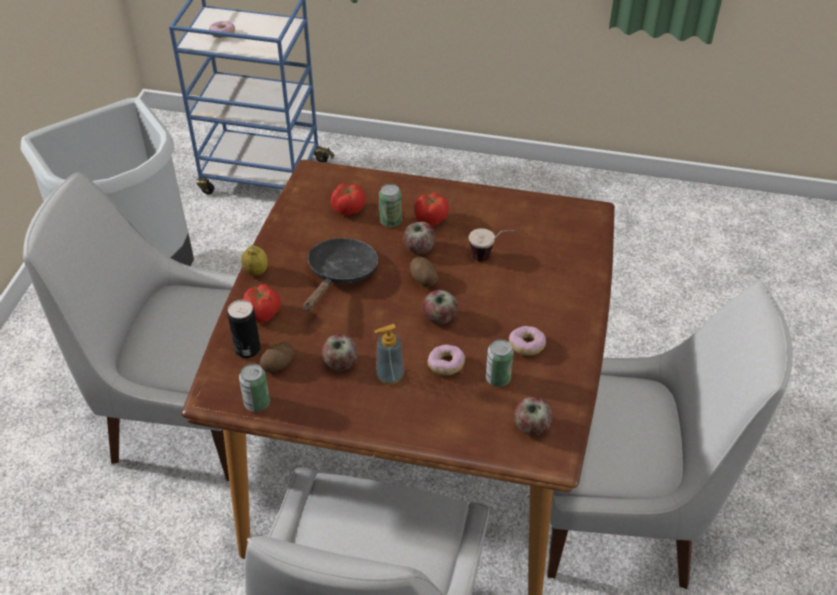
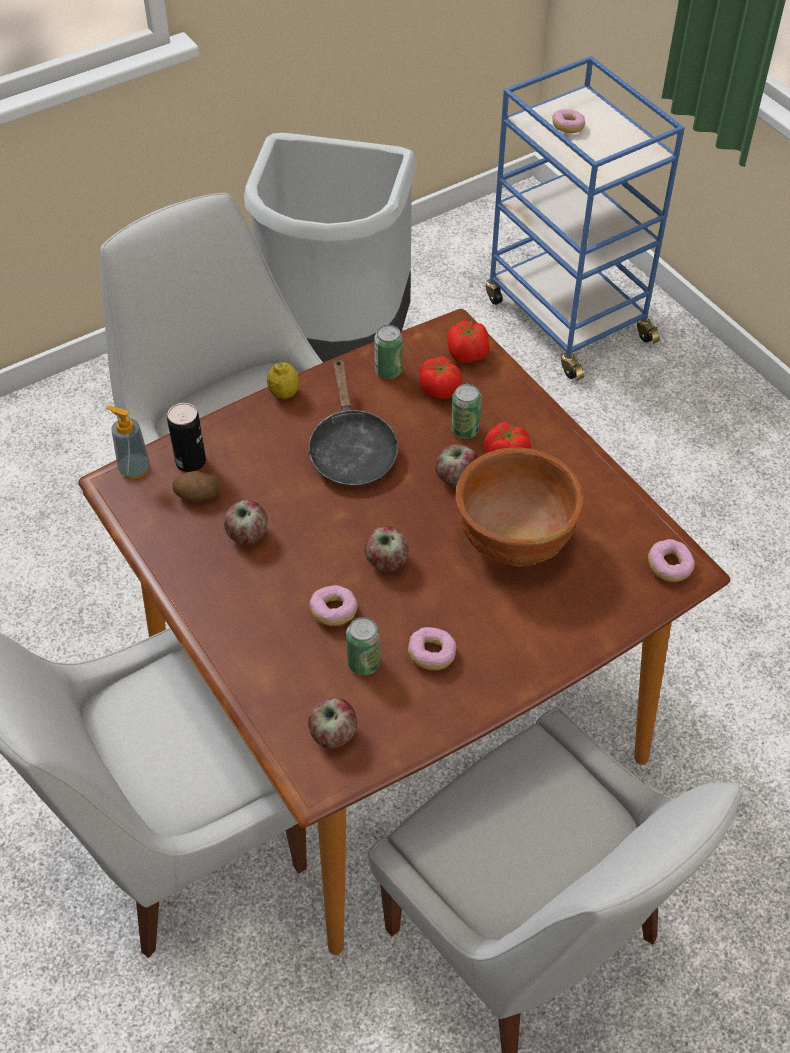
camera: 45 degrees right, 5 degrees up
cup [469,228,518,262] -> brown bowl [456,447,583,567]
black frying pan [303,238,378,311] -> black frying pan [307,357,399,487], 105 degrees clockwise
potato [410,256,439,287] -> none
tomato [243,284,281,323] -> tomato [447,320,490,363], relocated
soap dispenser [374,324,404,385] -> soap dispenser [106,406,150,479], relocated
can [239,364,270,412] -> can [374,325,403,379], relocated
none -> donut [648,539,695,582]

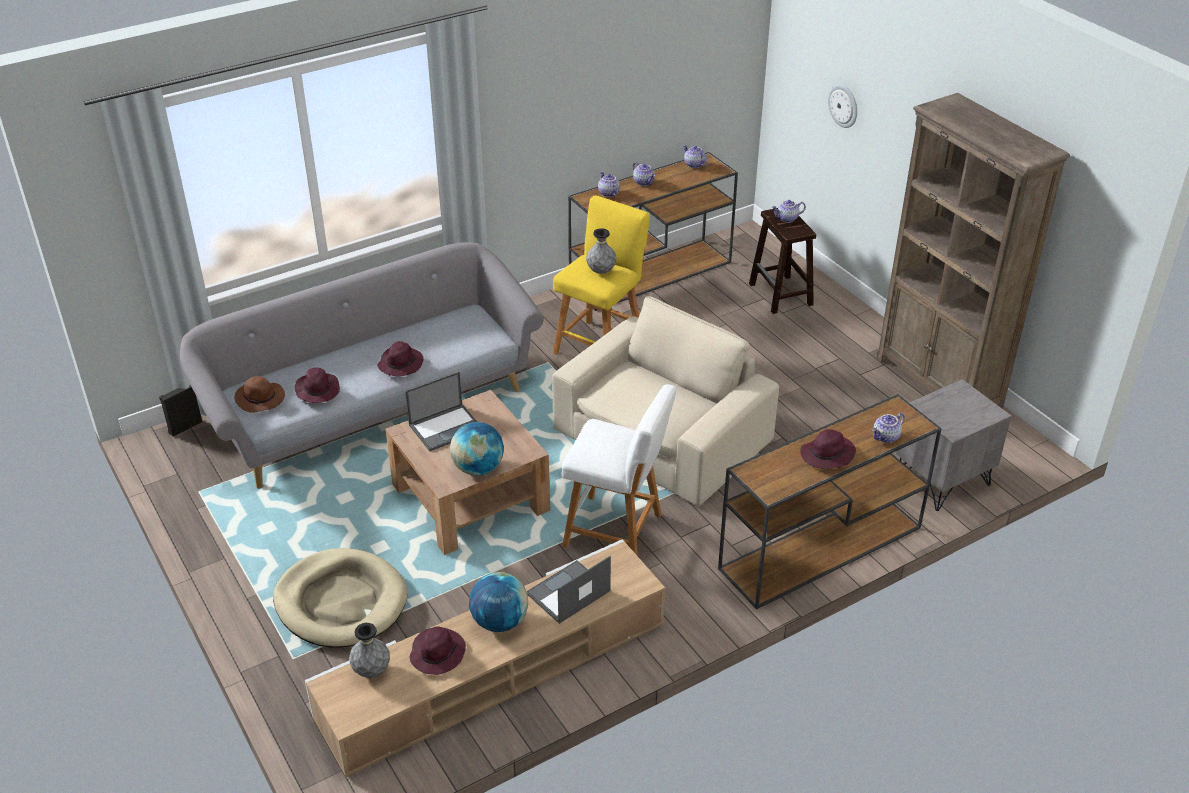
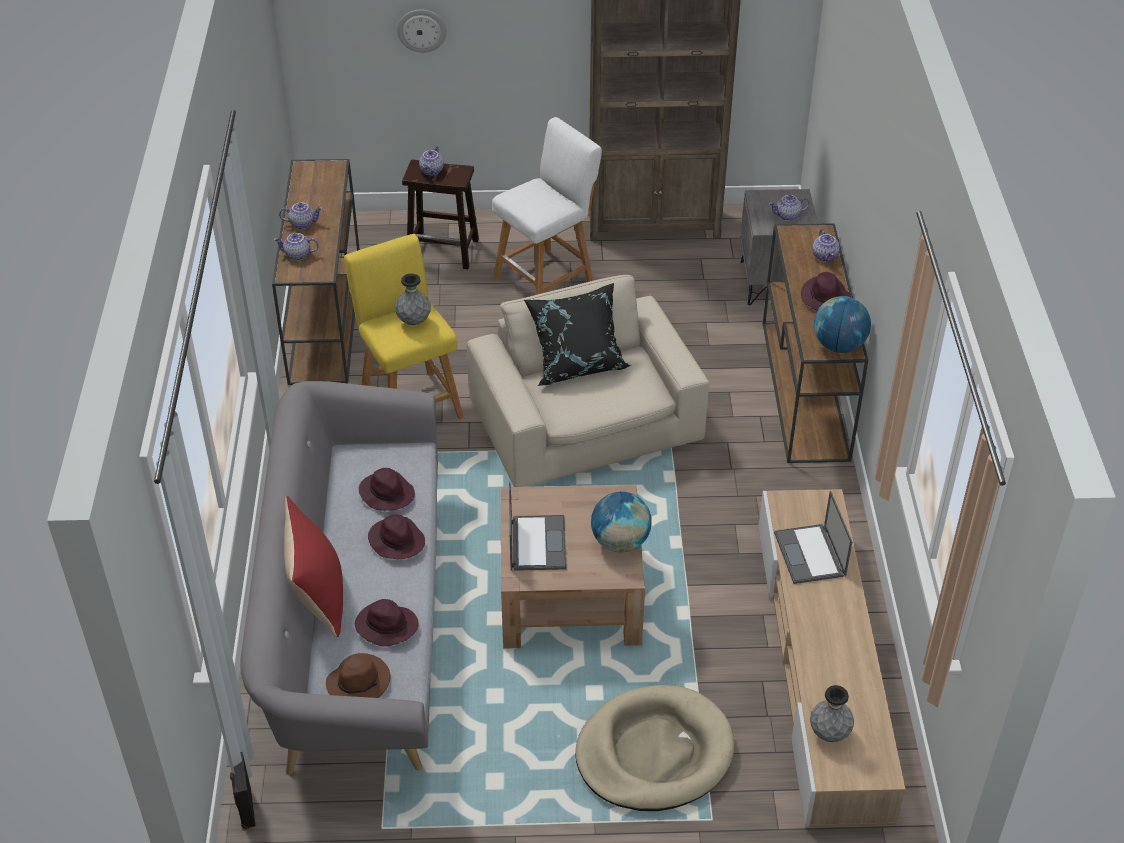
camera: 60 degrees left, 5 degrees up
teapot [683,145,708,168] -> teapot [769,195,809,221], relocated
white stool [561,384,676,556] -> white stool [492,117,602,295], relocated
globe [469,572,528,632] -> globe [814,296,871,353], relocated
purple hat [410,627,466,675] -> purple hat [359,468,415,510], relocated
none -> black pillow [524,283,631,386]
none -> red pillow [284,496,343,637]

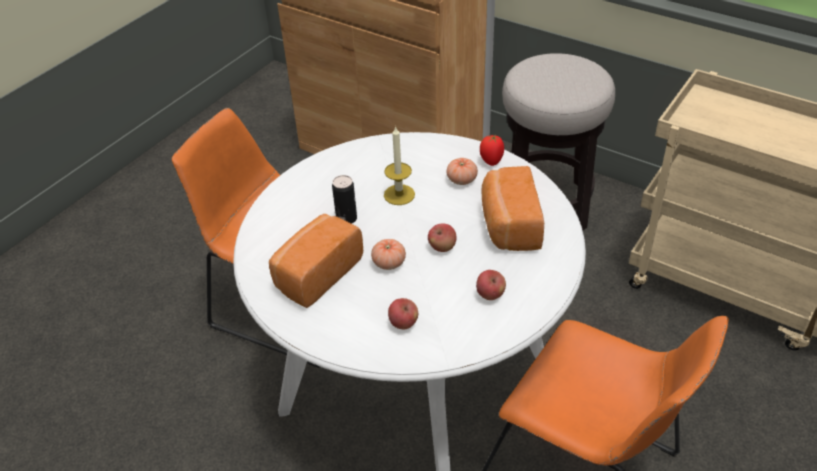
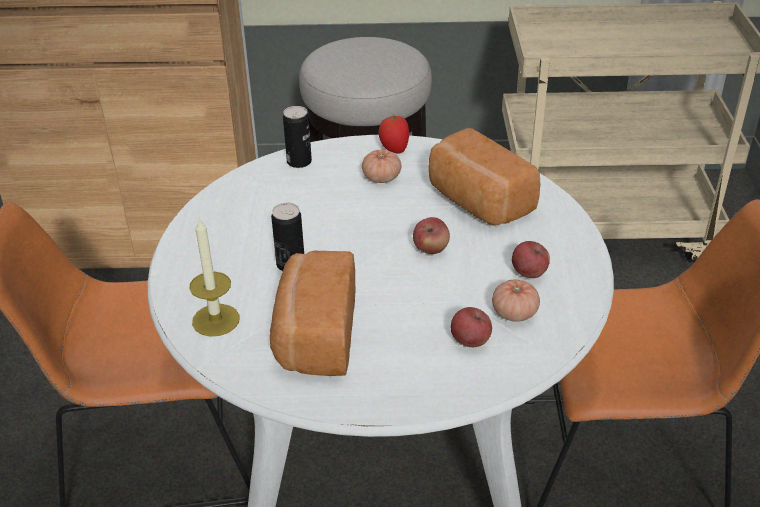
camera: 35 degrees left, 5 degrees down
candle [384,126,415,205] -> candle [189,217,240,337], relocated
tomato [371,239,406,270] -> tomato [492,280,540,322], relocated
none -> can [283,106,312,168]

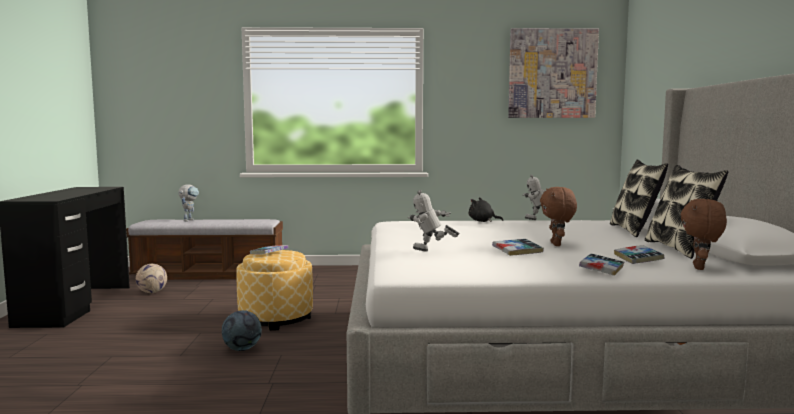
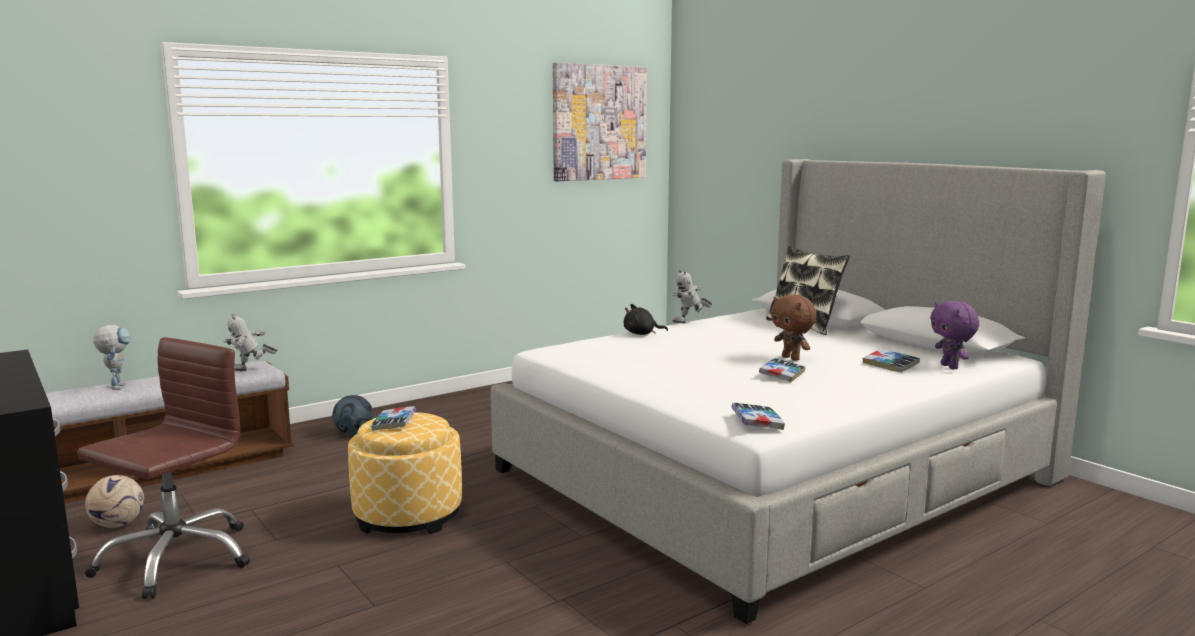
camera: 35 degrees left, 5 degrees up
pillow [645,165,728,259] -> none
toy robot [408,190,460,252] -> toy robot [223,313,277,371], relocated
brown plush toy [680,199,727,270] -> purple plush toy [930,301,979,369]
book [579,254,624,276] -> book [731,403,785,430], relocated
football [222,310,262,351] -> football [332,395,373,435], relocated
none -> brown office chair [77,337,250,599]

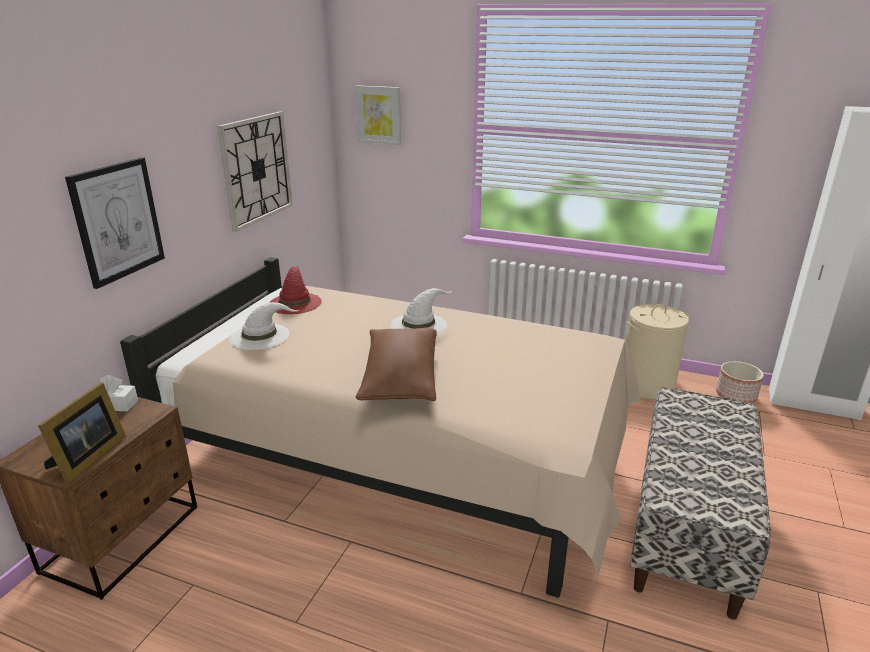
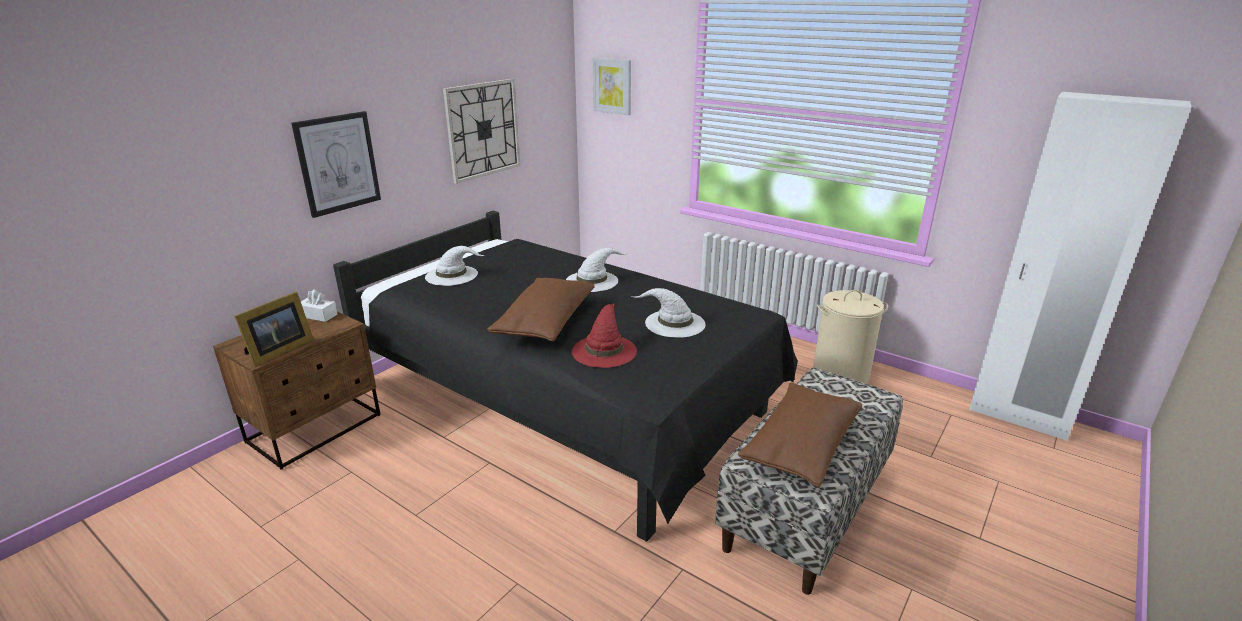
camera: 15 degrees right, 0 degrees up
beige bed [120,257,640,598] -> black bed [333,211,798,542]
red hat [269,266,322,314] -> red hat [572,304,637,368], relocated
planter [716,361,764,403] -> none
none -> white hat [632,288,705,338]
none -> brown pillow [738,382,863,487]

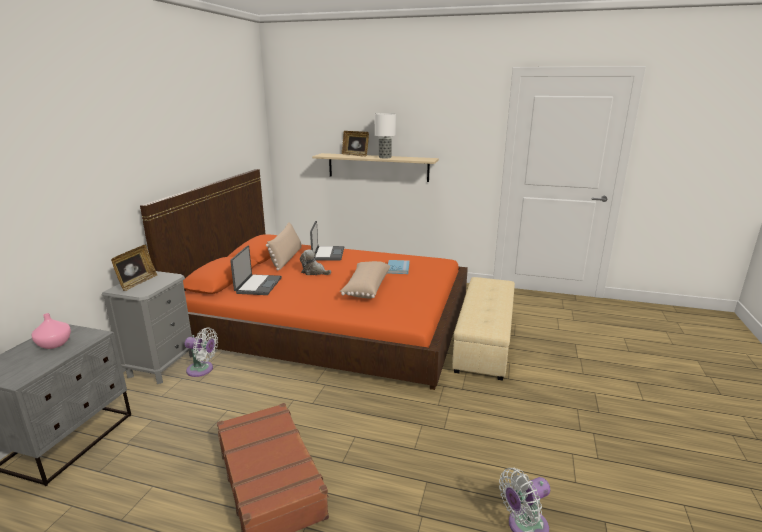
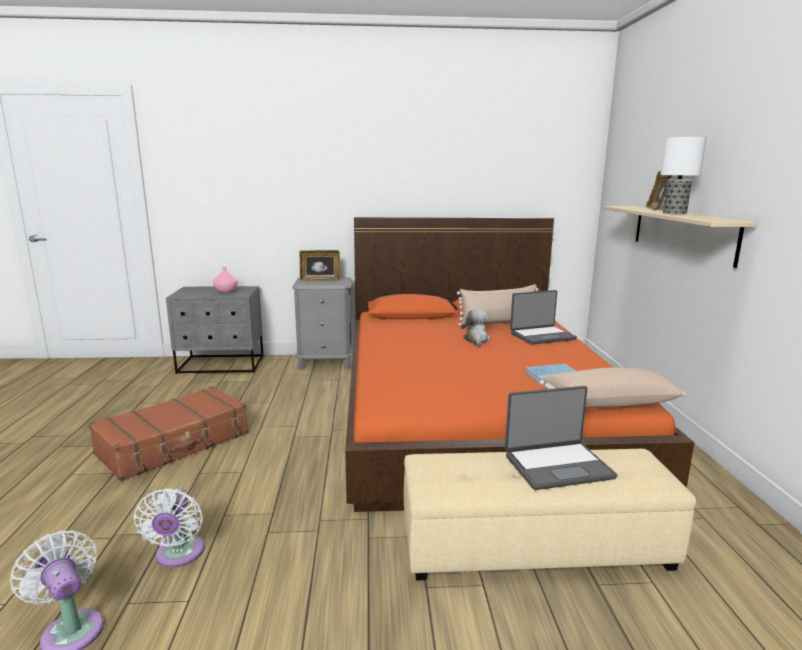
camera: 70 degrees right, 5 degrees down
laptop [230,245,282,295] -> laptop [505,386,617,490], relocated
beige pillow [340,261,390,298] -> beige pillow [540,368,686,408], relocated
white fan [185,328,218,377] -> white fan [134,488,205,568], relocated

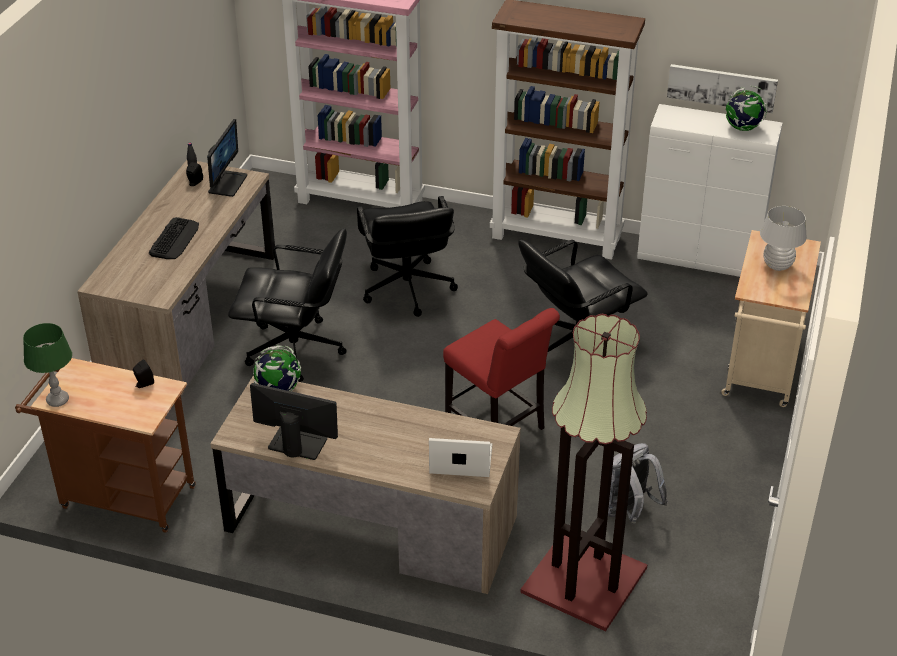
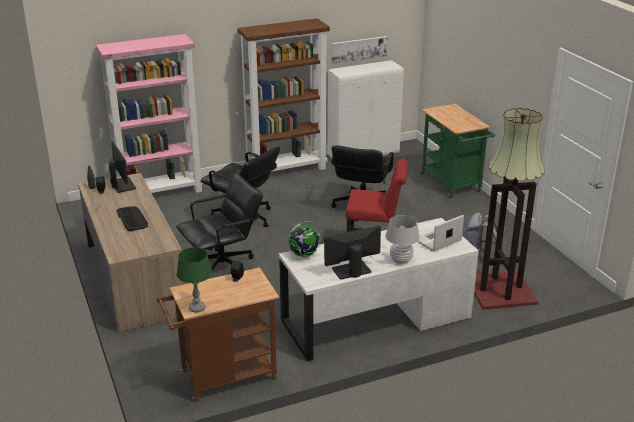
camera: 40 degrees left, 10 degrees down
globe [726,86,768,131] -> none
white table lamp [760,206,807,271] -> white table lamp [385,215,420,264], relocated
beige cart [721,230,821,407] -> green cart [420,104,495,198]
brown desk [210,375,521,594] -> white desk [279,218,479,361]

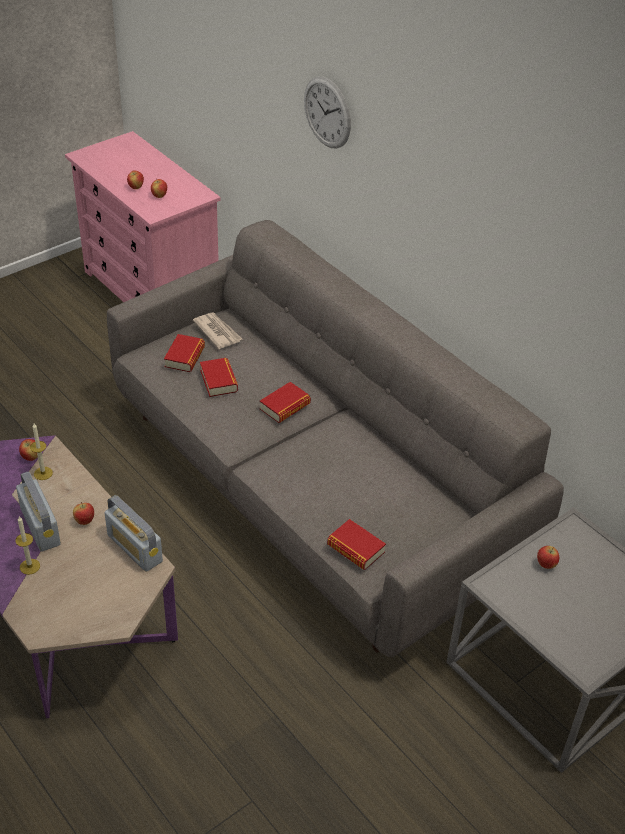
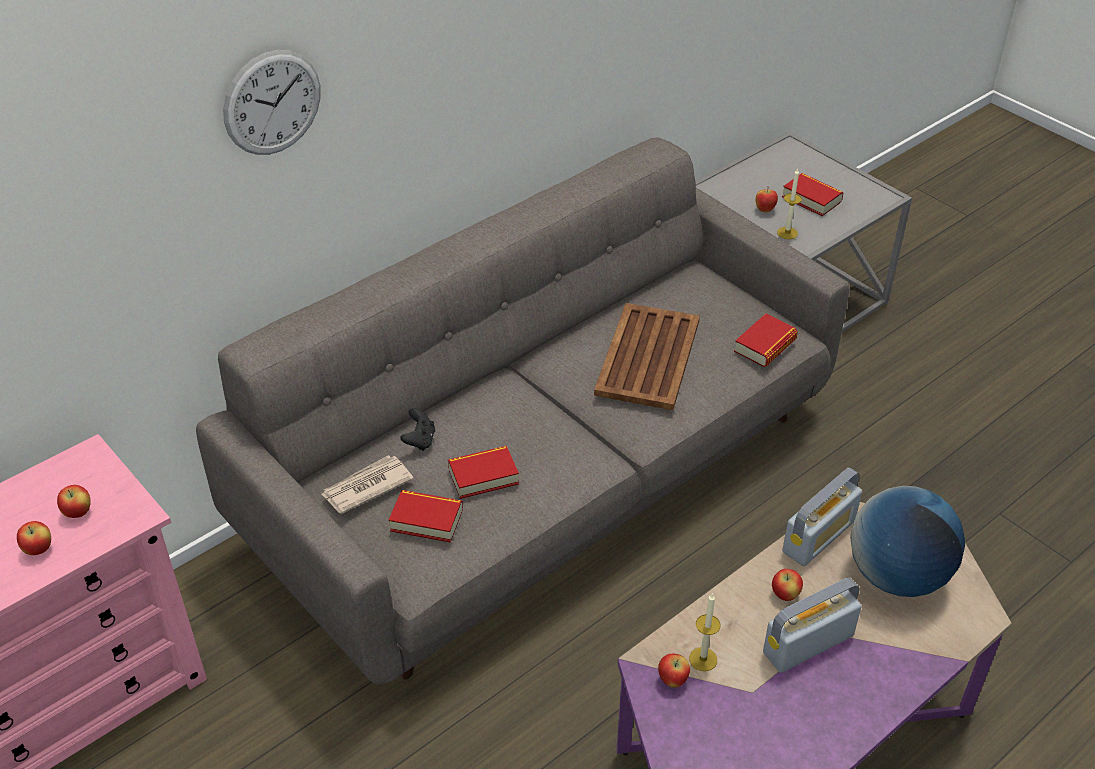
camera: 90 degrees left, 0 degrees up
book [260,382,311,423] -> book [782,173,843,216], relocated
candle [15,516,40,575] -> candle [777,168,802,239], relocated
none -> brown tray [594,303,700,410]
none -> black game controller [400,408,435,451]
none -> globe [850,486,965,597]

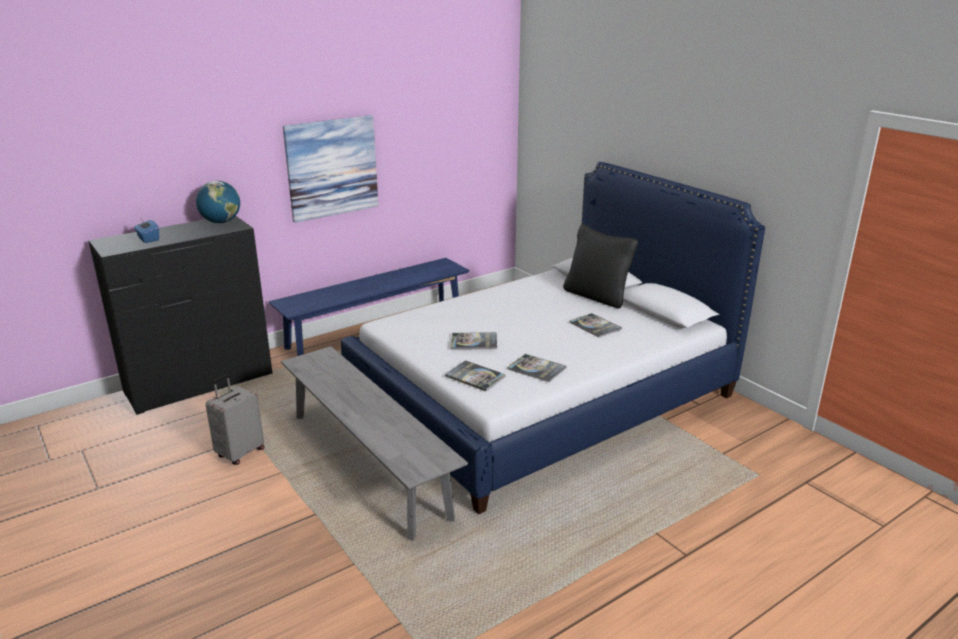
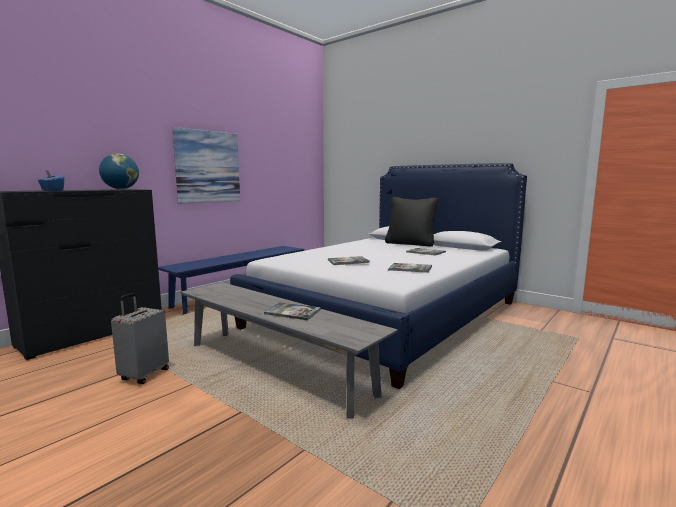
camera: 15 degrees left, 15 degrees down
book [445,360,506,391] -> book [264,302,321,320], relocated

